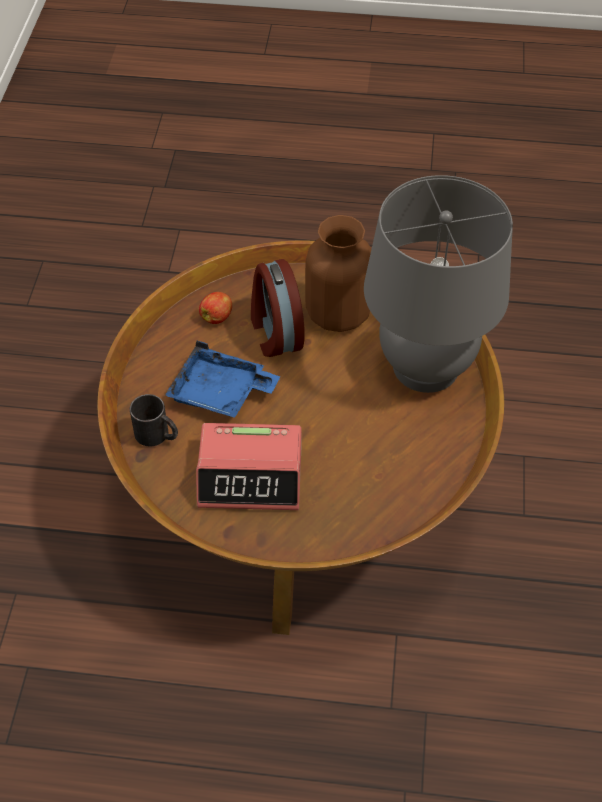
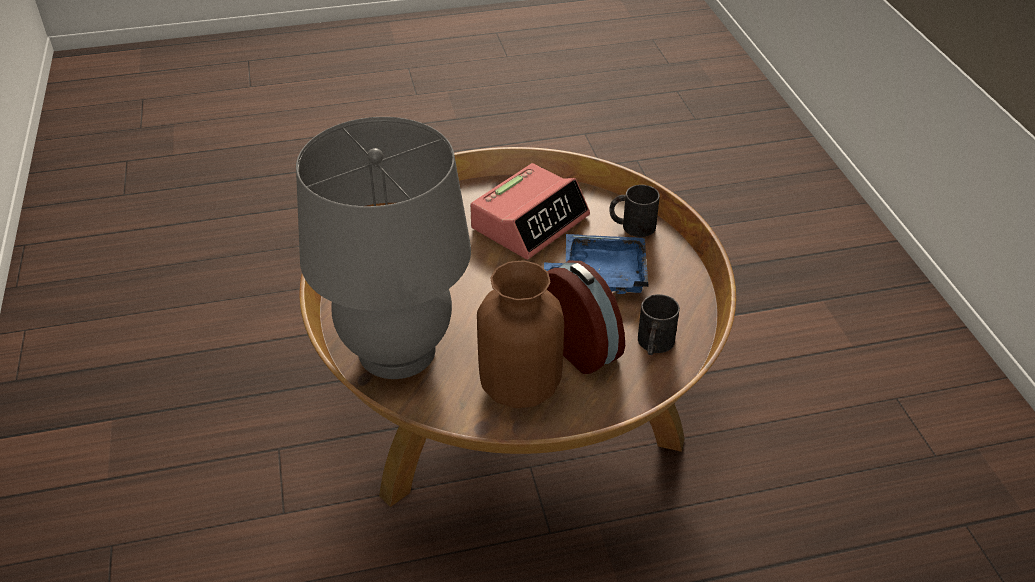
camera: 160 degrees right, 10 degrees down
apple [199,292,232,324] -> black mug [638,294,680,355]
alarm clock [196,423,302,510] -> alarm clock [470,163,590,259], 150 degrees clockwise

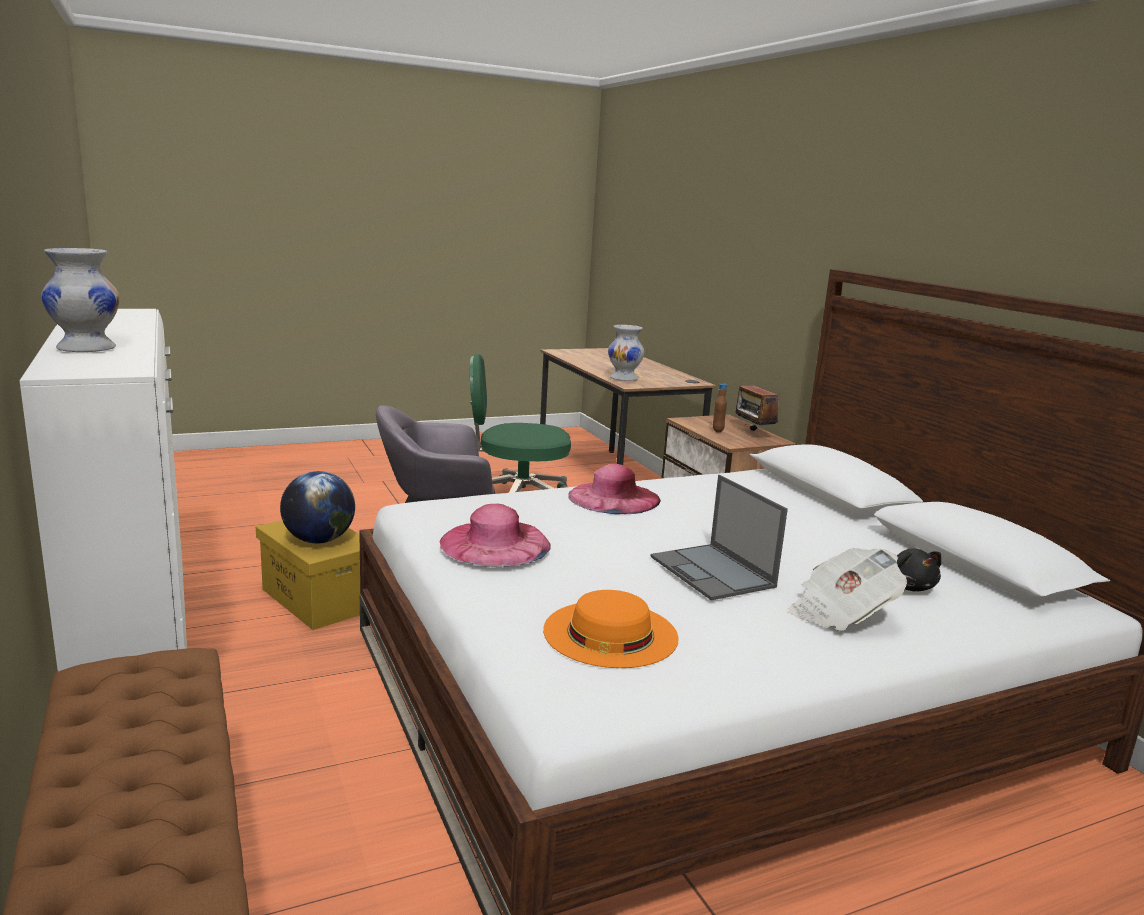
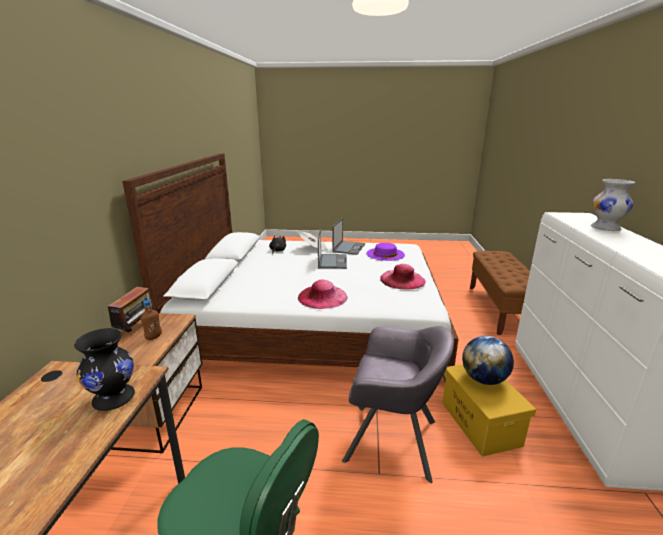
camera: 150 degrees left, 5 degrees up
white vase [608,325,645,381] -> black vase [74,328,135,411]
orange hat [543,590,679,668] -> purple hat [366,243,405,261]
none -> laptop [332,218,365,255]

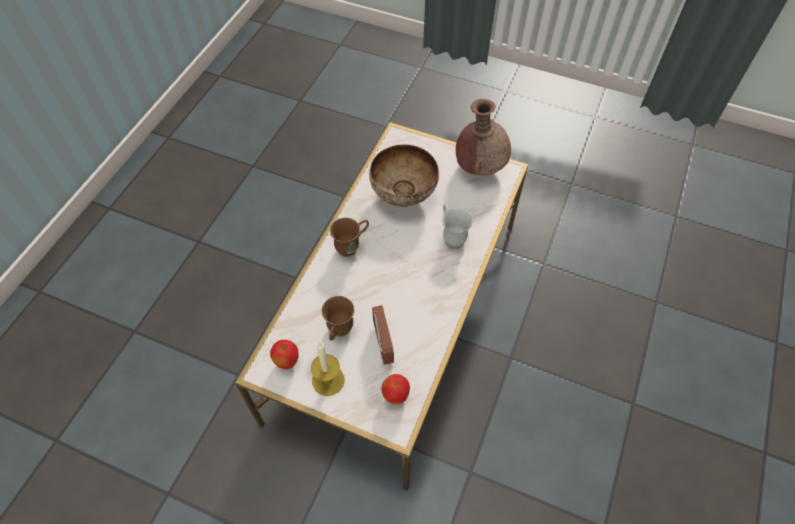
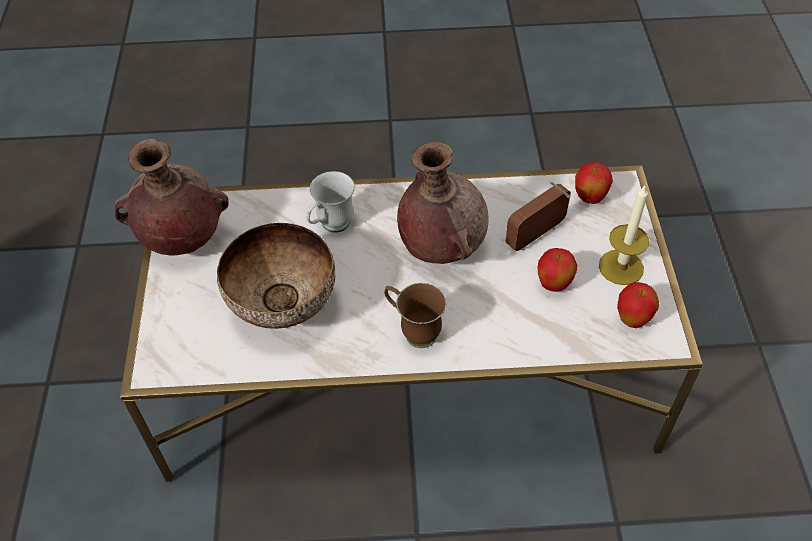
camera: 115 degrees left, 5 degrees down
brown mug [321,296,355,341] -> apple [538,248,578,292]
none -> brown vase [397,142,488,264]

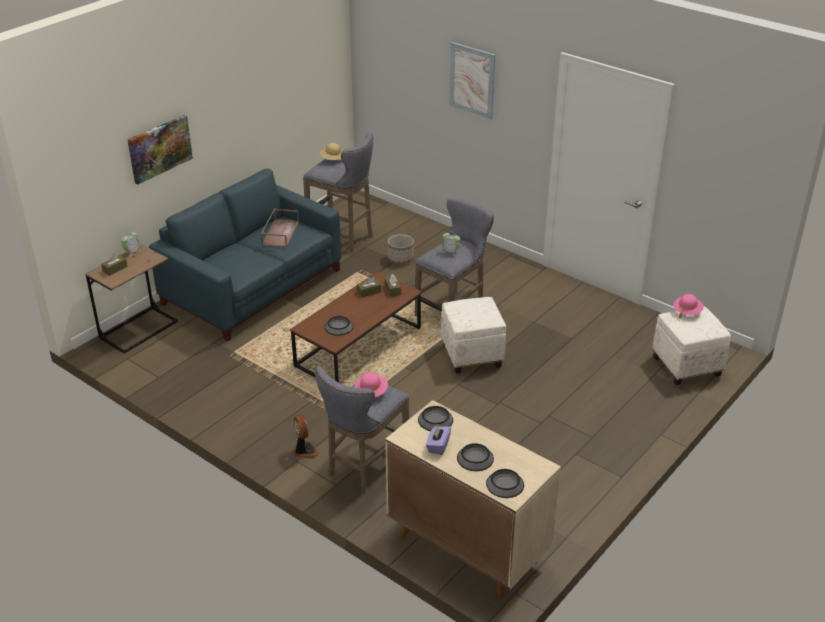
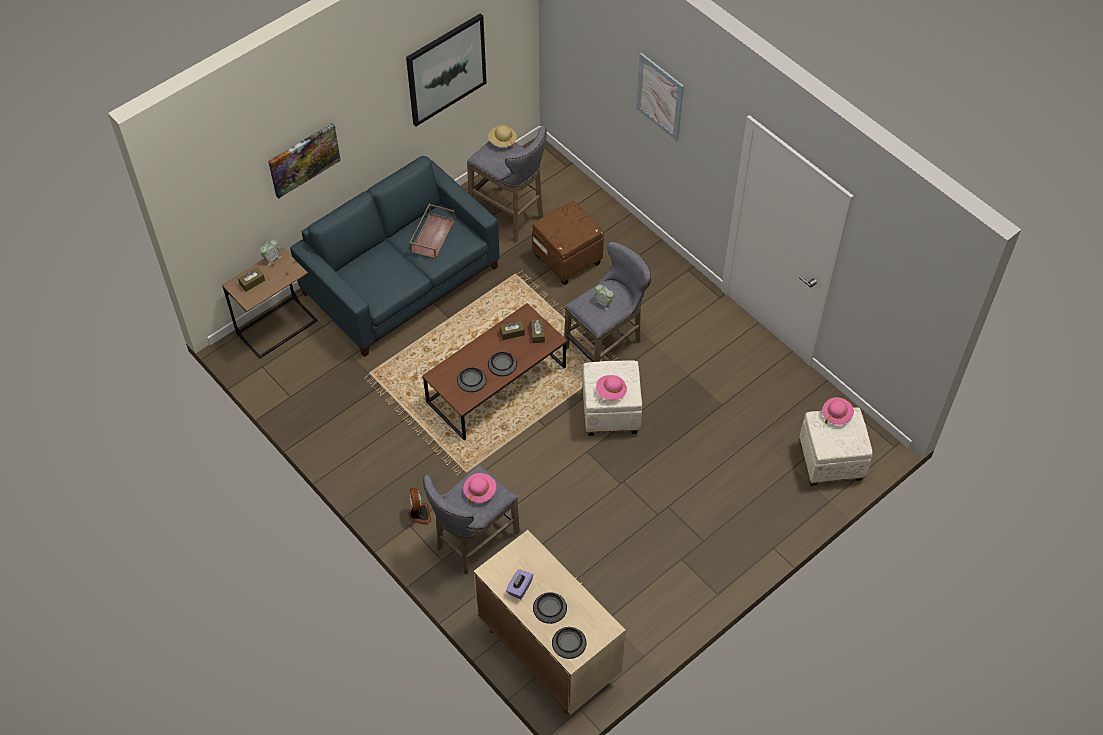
camera: 10 degrees right, 20 degrees up
planter [388,234,414,264] -> brown ottoman [532,201,604,285]
bowl [418,406,453,431] -> bowl [488,352,517,376], relocated
none -> picture [406,13,487,126]
none -> pink hat [596,375,627,400]

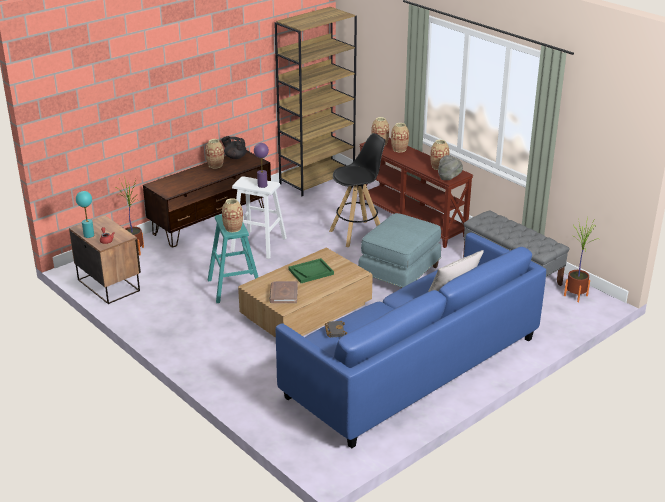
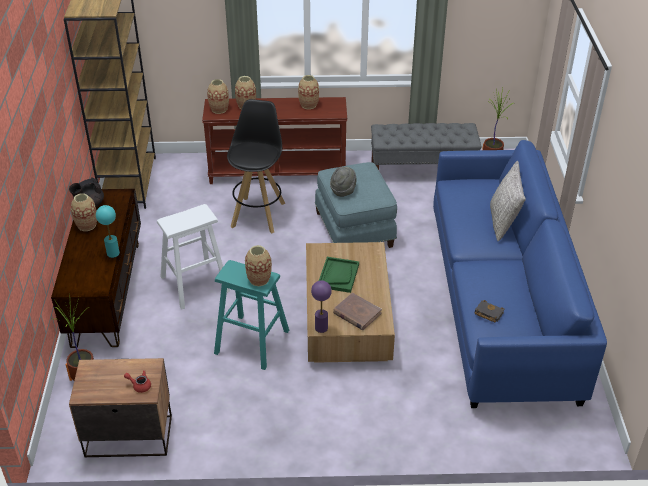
camera: 50 degrees left, 10 degrees up
purple table lamp [254,143,269,188] -> purple table lamp [311,280,332,333], relocated
grey hat [438,155,463,180] -> grey hat [330,167,356,197], relocated
turquoise table lamp [76,191,94,238] -> turquoise table lamp [96,205,120,258], relocated

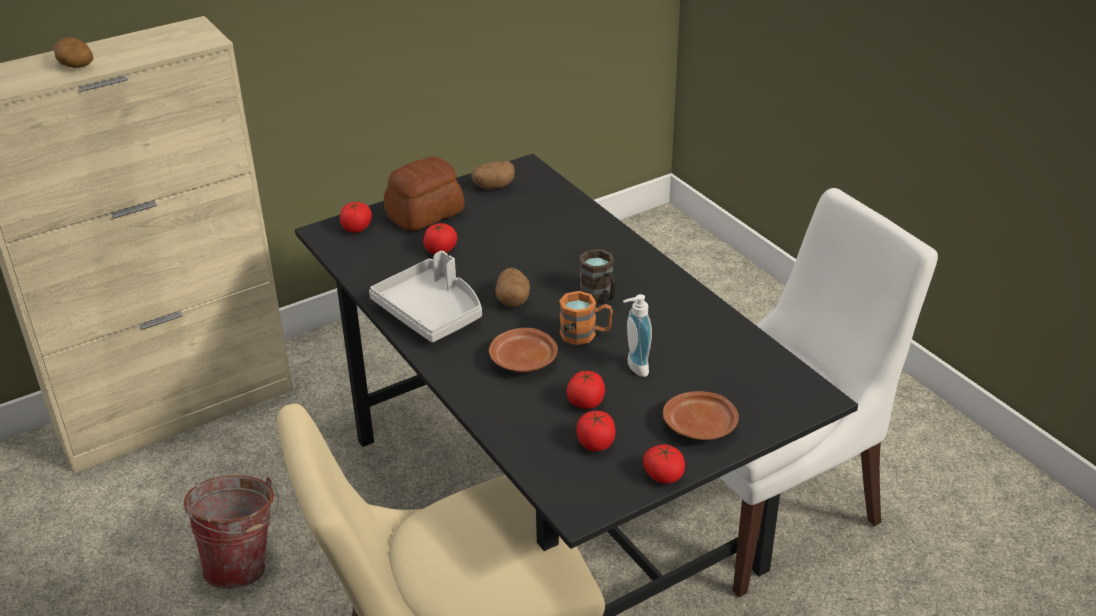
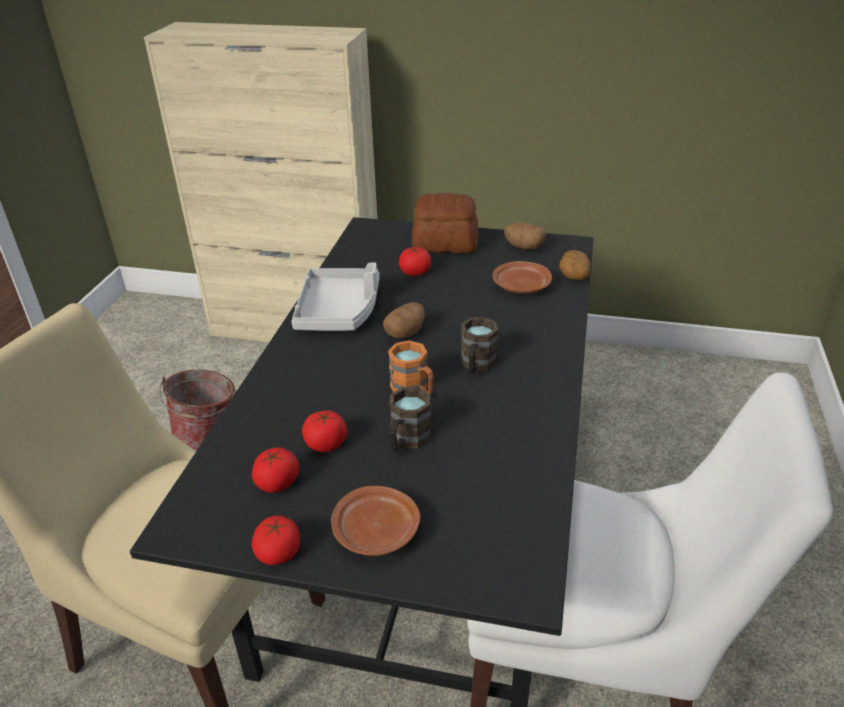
camera: 45 degrees right, 0 degrees up
potato [54,38,93,68] -> potato [559,250,590,280], relocated
tomato [340,202,372,233] -> none
soap dispenser [623,294,652,377] -> brown mug [389,387,431,452]
brown plate [489,328,558,373] -> brown plate [493,261,552,294], relocated

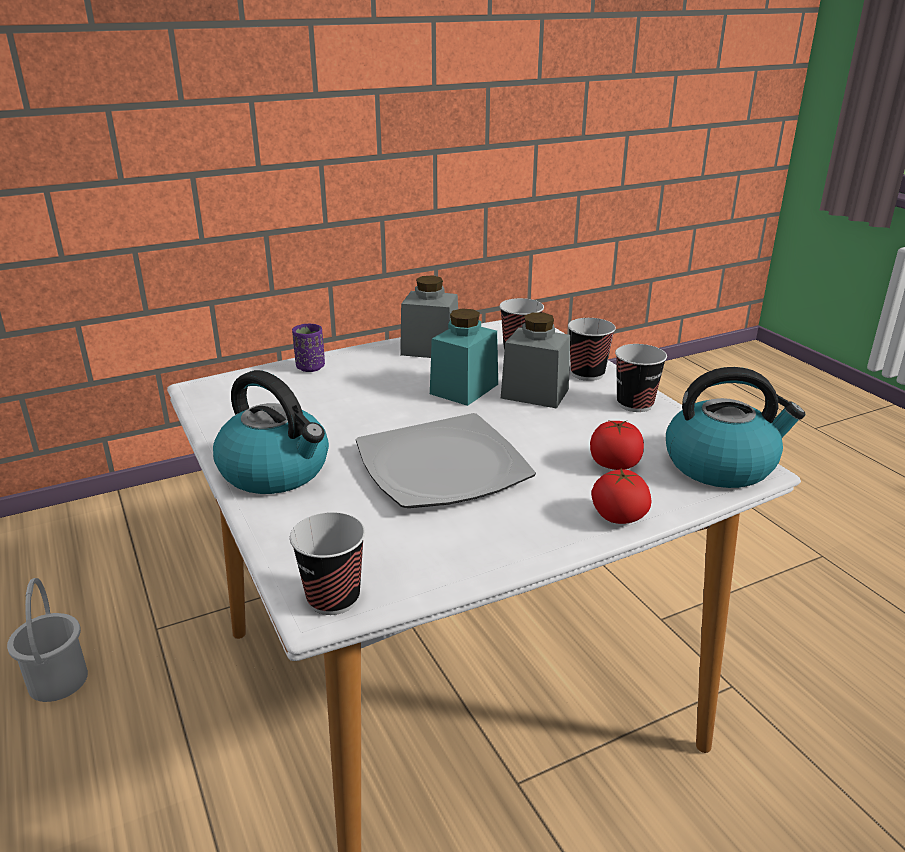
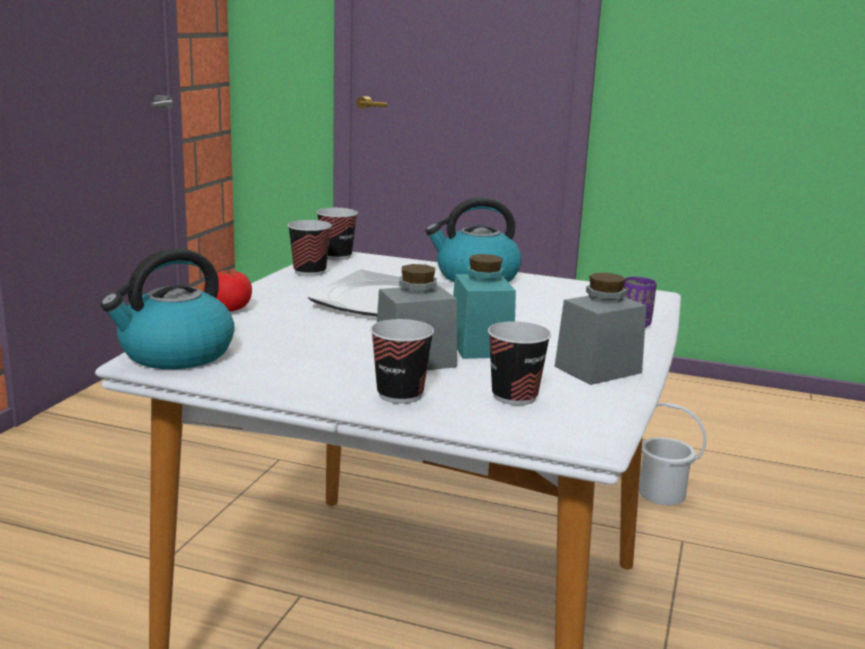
camera: 135 degrees right, 10 degrees down
cup [615,344,667,412] -> cup [288,220,332,276], relocated
tomato [590,420,644,470] -> none

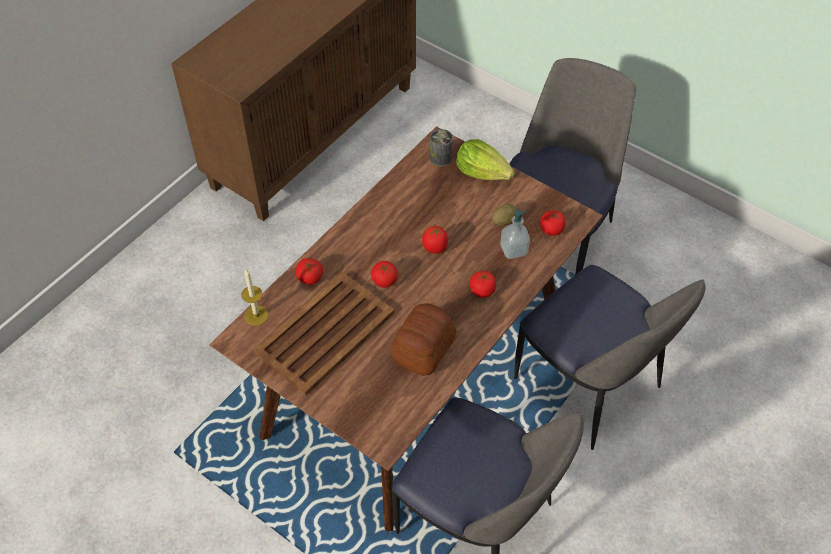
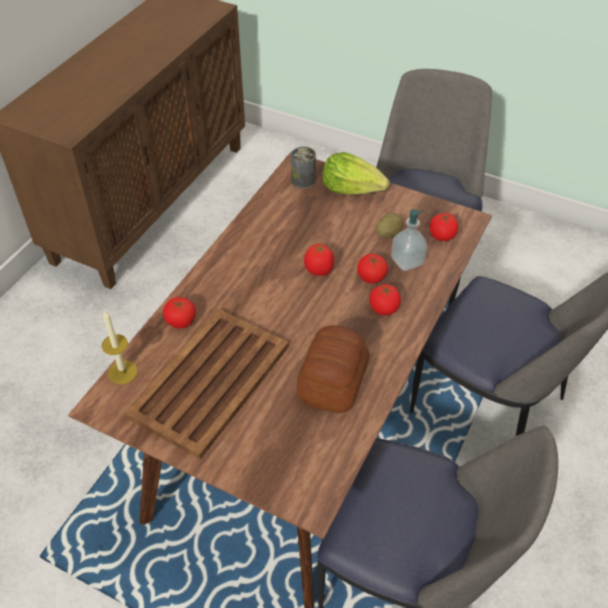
camera: 10 degrees left, 5 degrees down
tomato [371,261,398,288] -> tomato [357,254,388,284], relocated

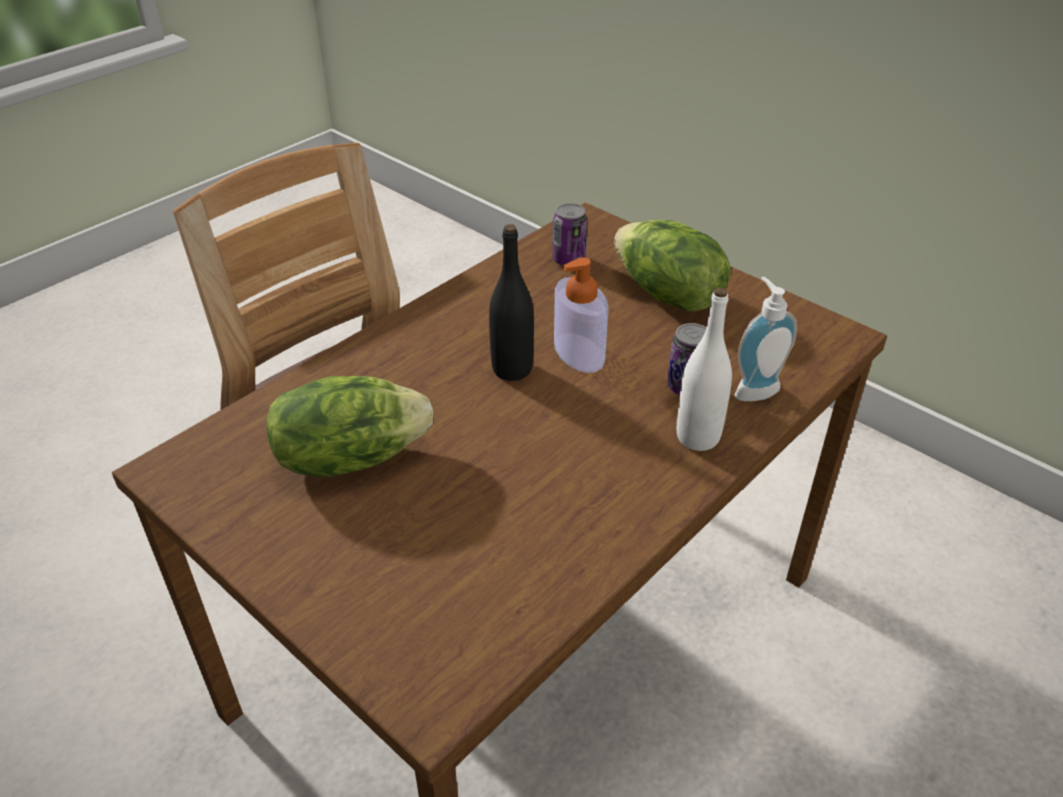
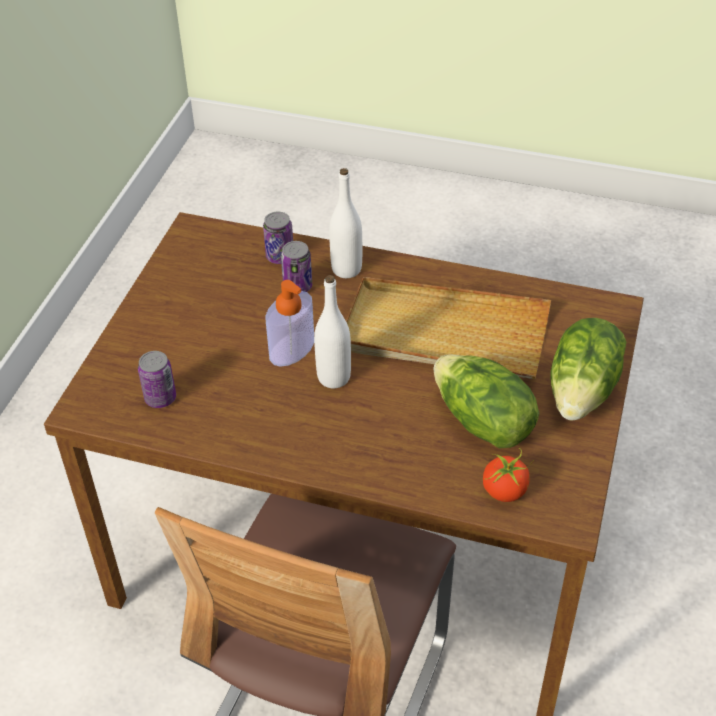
camera: 115 degrees left, 5 degrees up
lettuce [614,220,731,311] -> lettuce [550,318,626,421], relocated
black bottle [489,224,534,381] -> white bottle [314,275,351,388]
soap dispenser [735,277,797,401] -> can [263,212,293,264]
none -> beige tray [346,277,551,379]
none -> tomato [483,448,534,502]

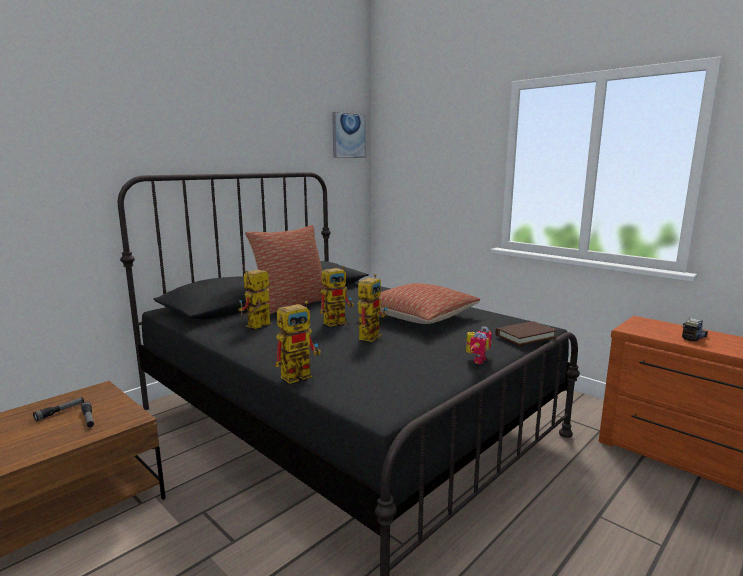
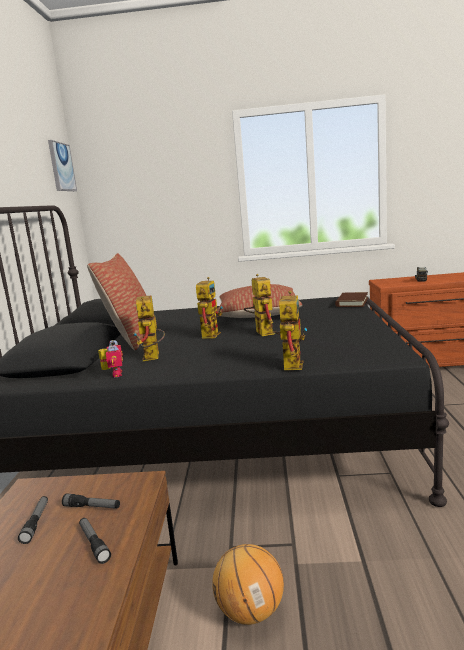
camera: 40 degrees left, 0 degrees up
toy robot [466,326,492,364] -> toy robot [98,340,123,377], relocated
none -> flashlight [79,518,111,564]
none -> basketball [212,544,284,625]

